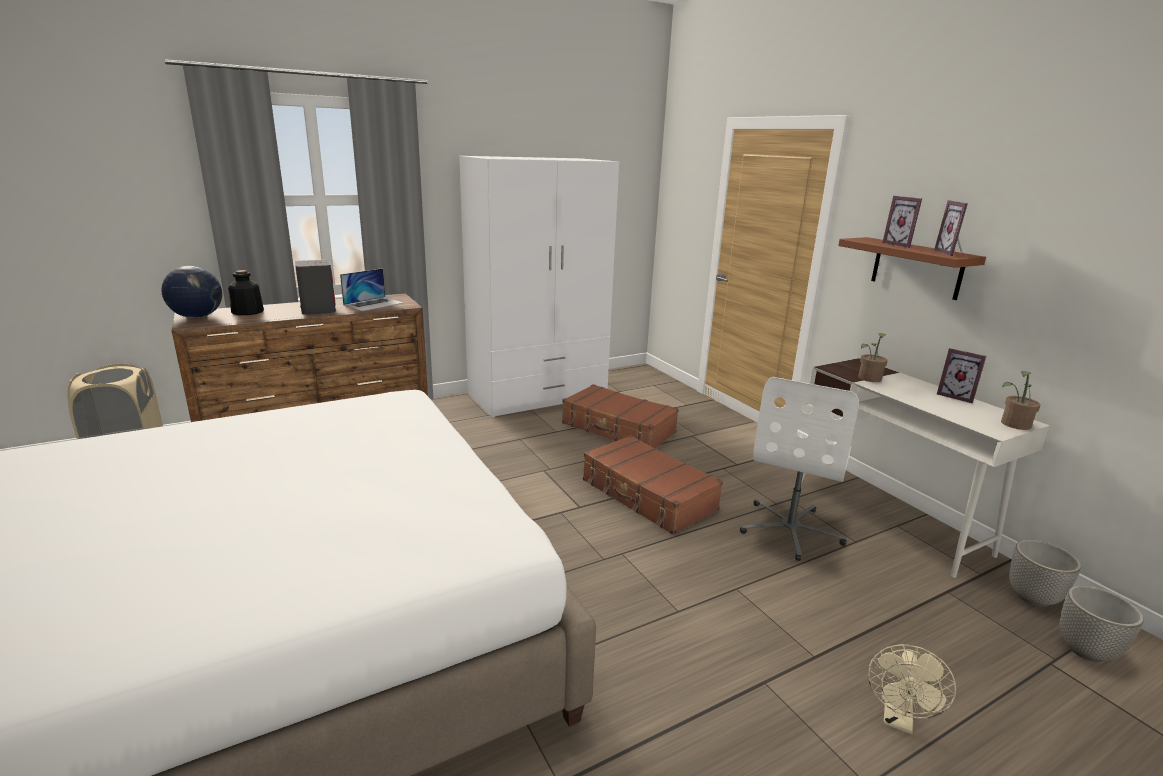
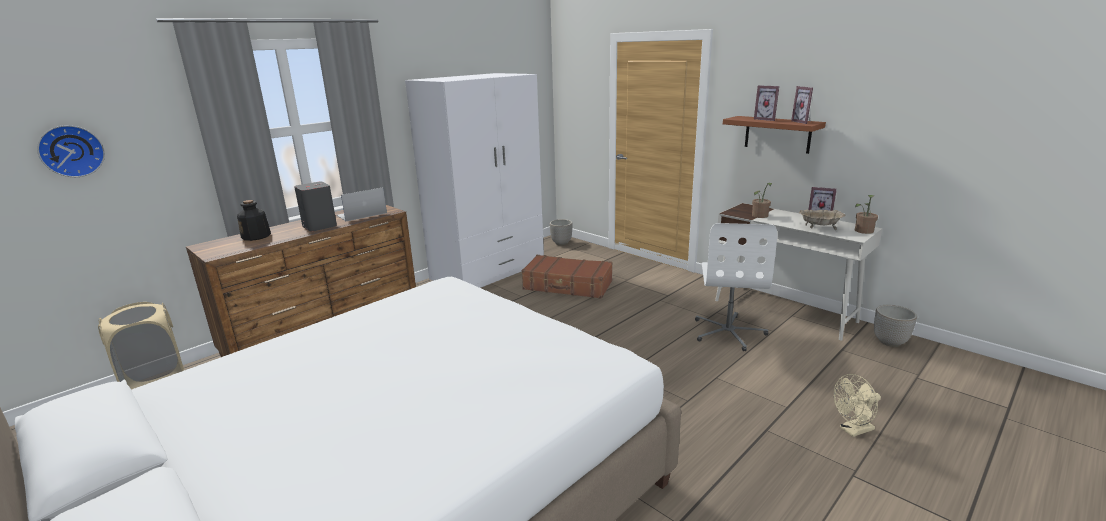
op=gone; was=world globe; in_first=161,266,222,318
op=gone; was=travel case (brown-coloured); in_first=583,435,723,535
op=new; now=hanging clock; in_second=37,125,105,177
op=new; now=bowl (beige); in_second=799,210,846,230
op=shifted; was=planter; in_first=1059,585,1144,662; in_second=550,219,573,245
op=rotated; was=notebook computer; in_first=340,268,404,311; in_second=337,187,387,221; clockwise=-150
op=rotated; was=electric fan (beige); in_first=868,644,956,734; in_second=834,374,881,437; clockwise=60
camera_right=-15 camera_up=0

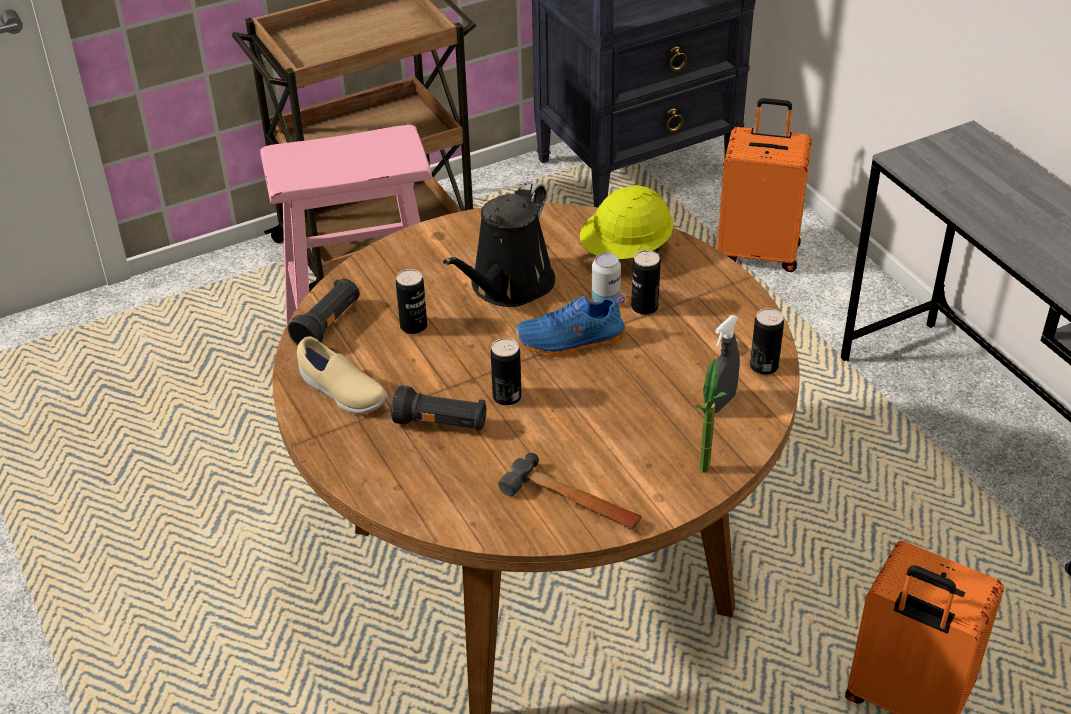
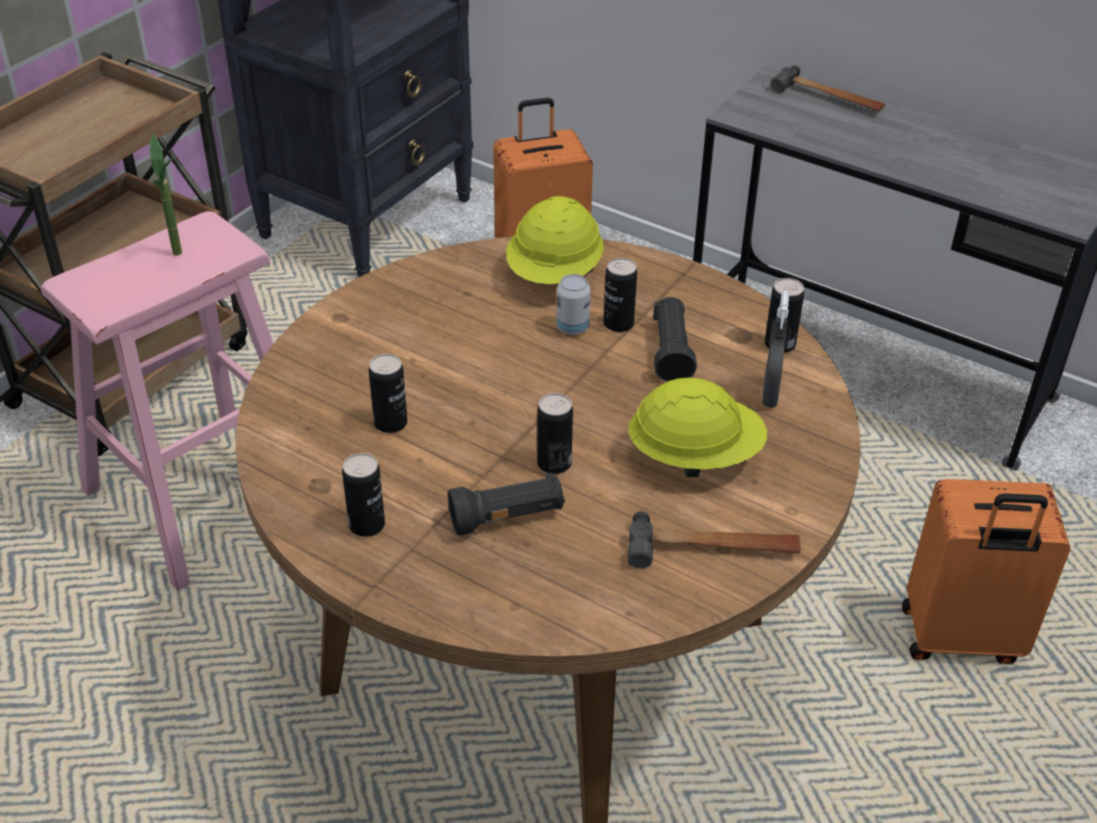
op=gone; was=watering can (blackish); in_first=443,181,555,307
op=gone; was=low shoe (blue); in_first=515,295,626,357
op=new; now=work helmet (yellow-coloured); in_second=628,378,767,477
op=new; now=tool hammer; in_second=770,66,886,111
op=shifted; was=flashlight (blackish); in_first=288,279,360,345; in_second=653,297,697,382
op=shifted; was=houseplant; in_first=695,358,727,473; in_second=149,133,182,256
op=swapped; was=low shoe (beige); now=can; in_first=297,336,387,414; in_second=342,453,385,537
camera_right=-30 camera_up=0

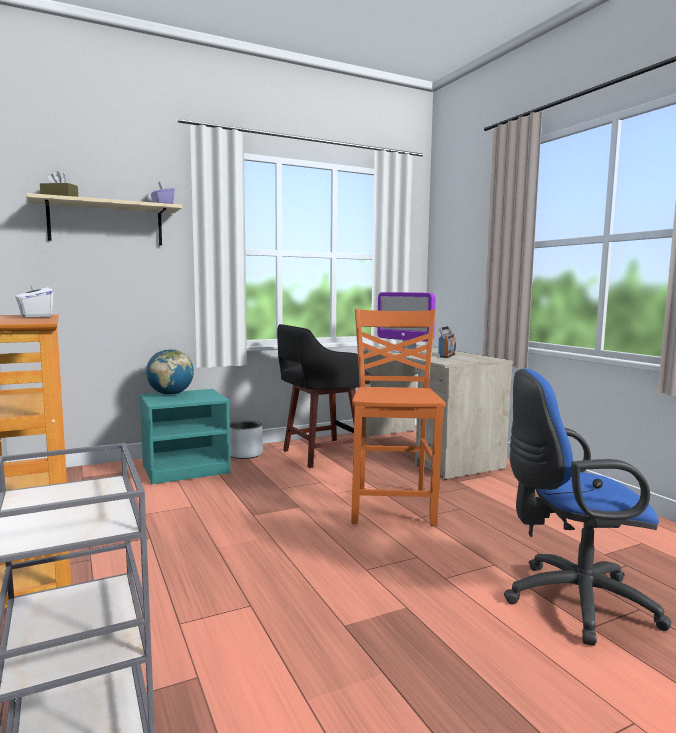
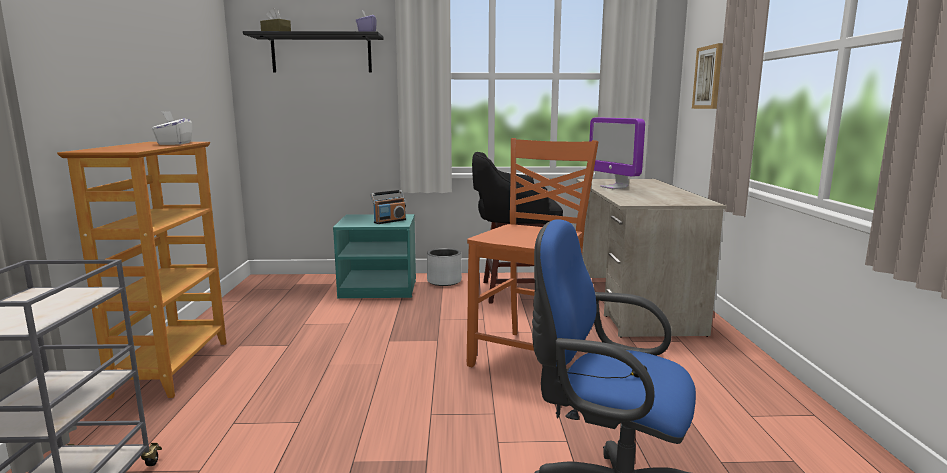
op=gone; was=world globe; in_first=146,349,194,395
op=new; now=wall art; in_second=692,43,723,109
op=shifted; was=radio set; in_first=438,326,456,358; in_second=371,190,406,224
op=repainted; was=shelf (beige); now=shelf (blackish); in_first=26,193,182,245; in_second=243,31,384,73
camera_right=25 camera_up=5

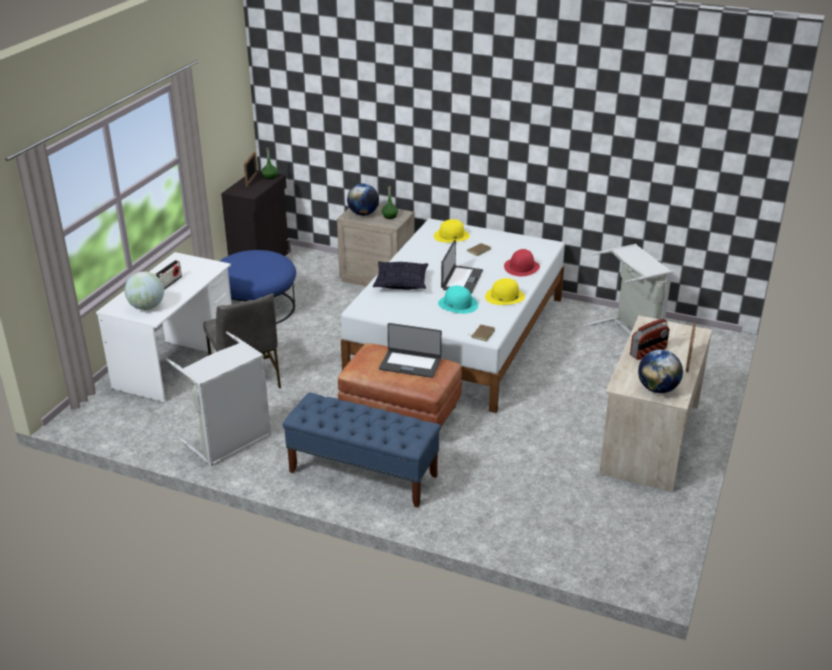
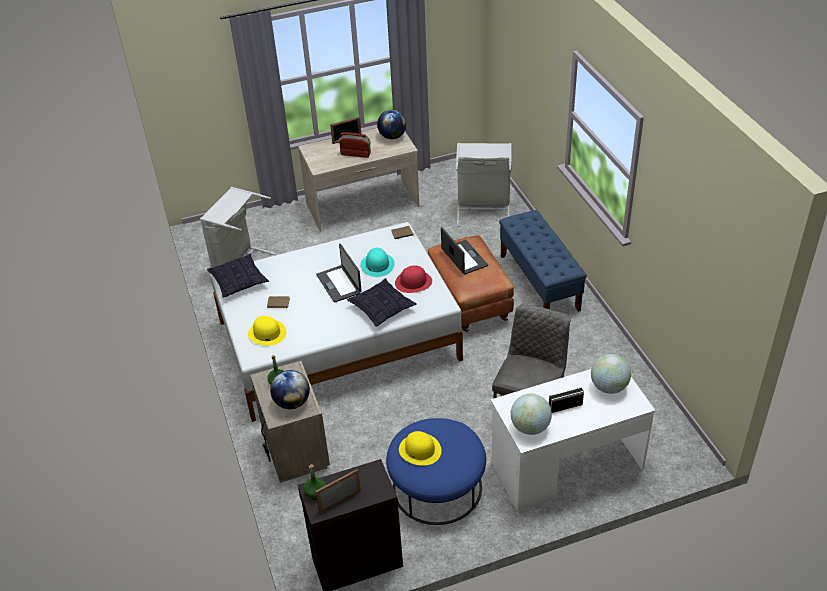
op=new; now=cushion; in_second=207,254,269,298
op=new; now=world globe; in_second=511,394,552,435
op=shifted; was=hamper (greyish); in_first=166,332,271,466; in_second=456,143,512,227
op=shifted; was=wearable hat (yellow-coloured); in_first=485,278,525,305; in_second=399,431,442,466
op=shifted; was=wearable hat (reddish); in_first=504,249,540,276; in_second=395,266,432,293
op=rotated; was=notebook computer; in_first=441,240,483,294; in_second=316,244,362,303; clockwise=-90
camera_right=-130 camera_up=10

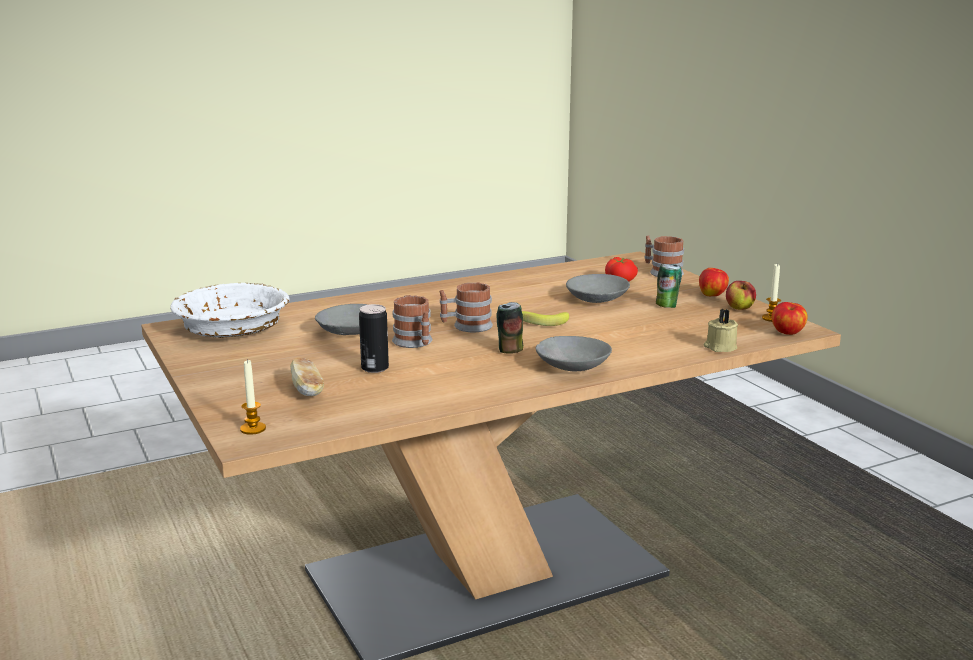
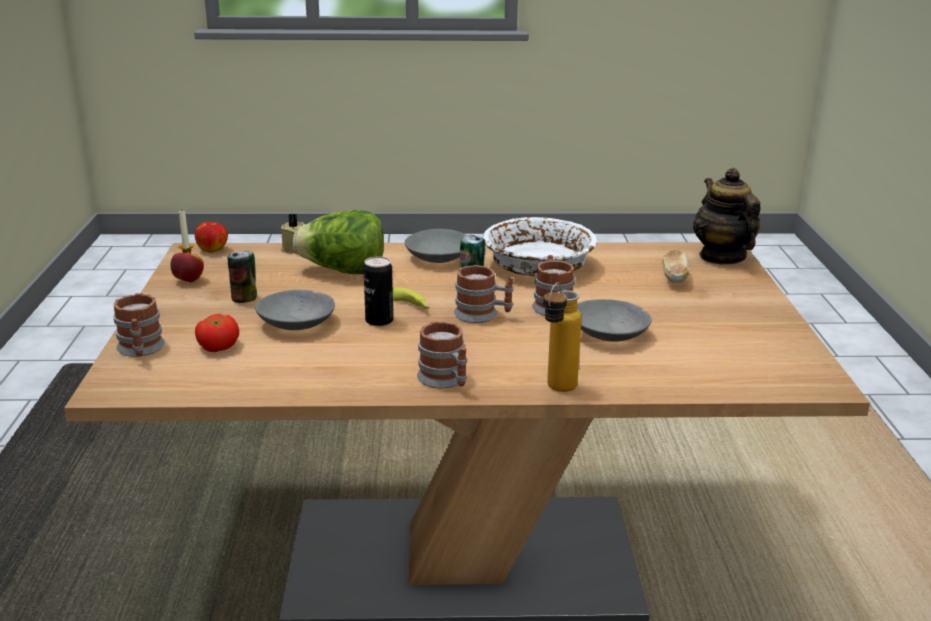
op=gone; was=apple fruit; in_first=699,268,729,296
op=new; now=lettuce; in_second=293,210,384,274
op=new; now=tea mug; in_second=417,321,467,388
op=new; now=beverage bottle; in_second=543,282,582,392
op=shifted; was=bowl (whitish); in_first=170,283,290,338; in_second=483,217,597,276
op=shifted; was=can; in_first=359,304,389,373; in_second=363,257,393,326
op=swapped; was=wax light; now=teapot; in_first=240,360,266,435; in_second=693,168,760,264
camera_right=-155 camera_up=5

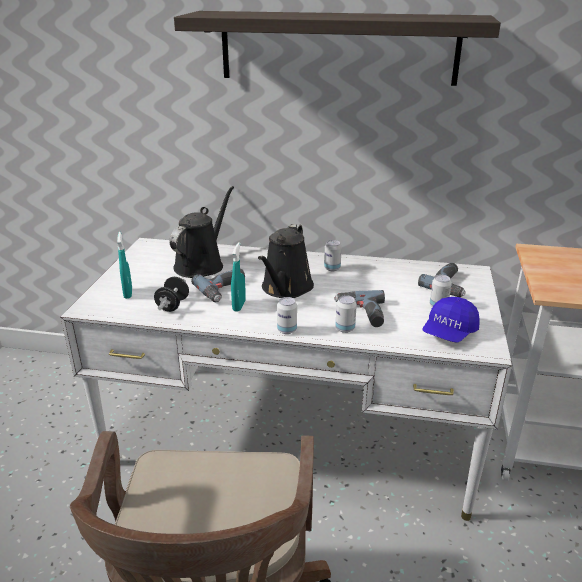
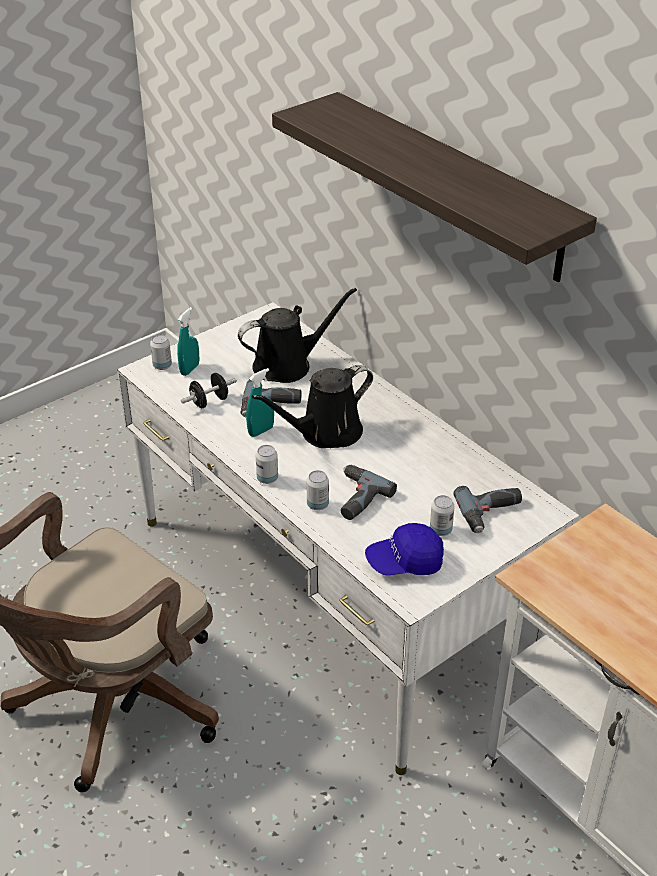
op=shifted; was=can; in_first=324,240,342,271; in_second=150,334,172,370
camera_right=40 camera_up=10

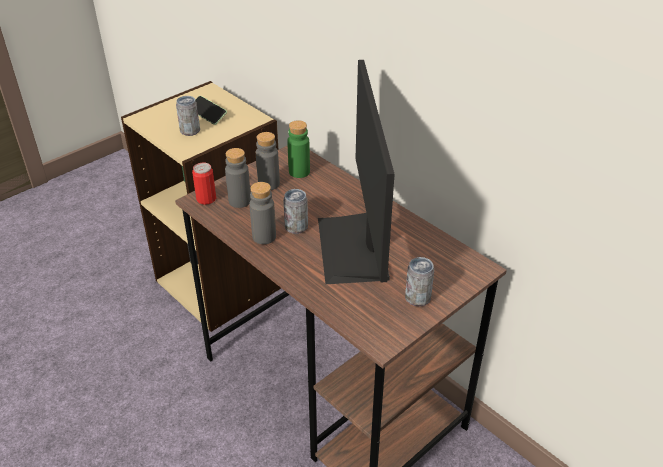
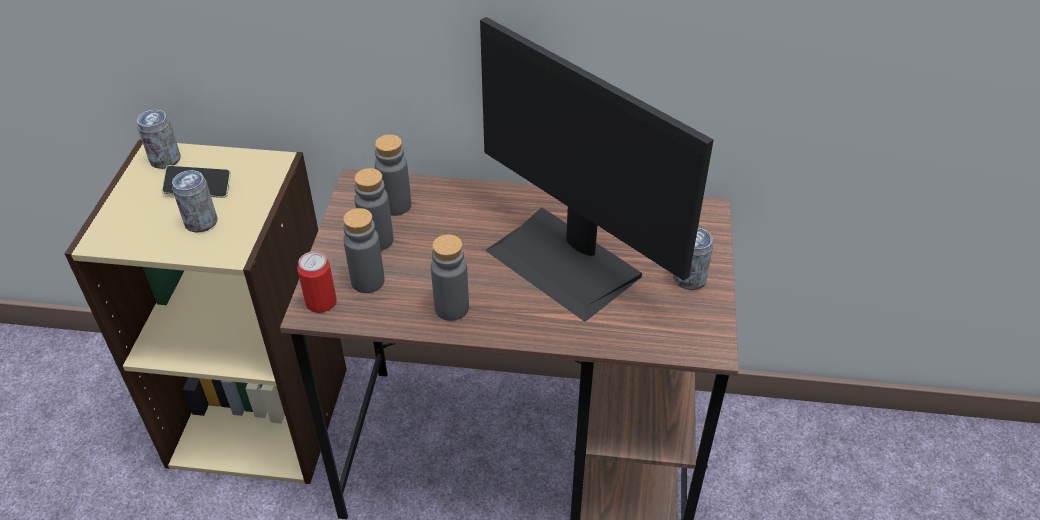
op=shifted; was=can; in_first=283,189,308,234; in_second=137,110,181,169
op=repainted; was=beverage bottle (green); now=beverage bottle (greyish); in_first=287,120,310,178; in_second=375,134,411,216
camera_right=-40 camera_up=5

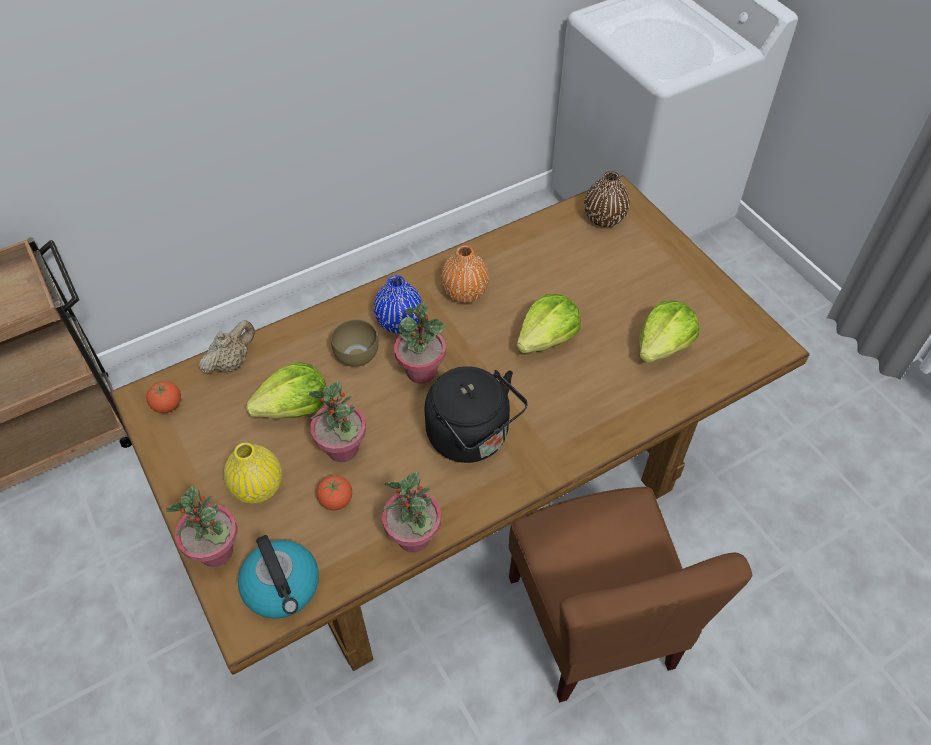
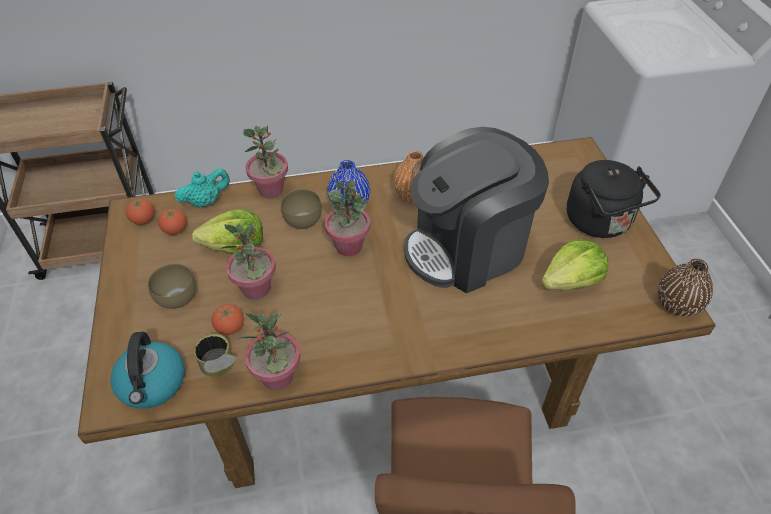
op=new; now=fresh tomato; in_second=158,208,187,235
op=new; now=can; in_second=194,334,236,377
op=shifted; was=houseplant; in_first=166,486,237,567; in_second=243,126,288,198
op=shifted; was=tea kettle (blackish); in_first=424,366,528,463; in_second=567,160,661,238
op=shifted; was=decorative vase (brown-coloured); in_first=584,171,630,227; in_second=658,259,713,316
op=swapped; was=decorative vase (yellow-coloured); now=bowl (brown-coloured); in_first=224,443,282,504; in_second=148,264,196,309
op=swapped; was=lettuce; now=coffee maker; in_first=516,294,581,353; in_second=404,127,549,293
op=repainted; was=teapot (beige); now=teapot (blue-green); in_first=199,320,255,374; in_second=175,168,230,208
camera_right=20 camera_up=-5

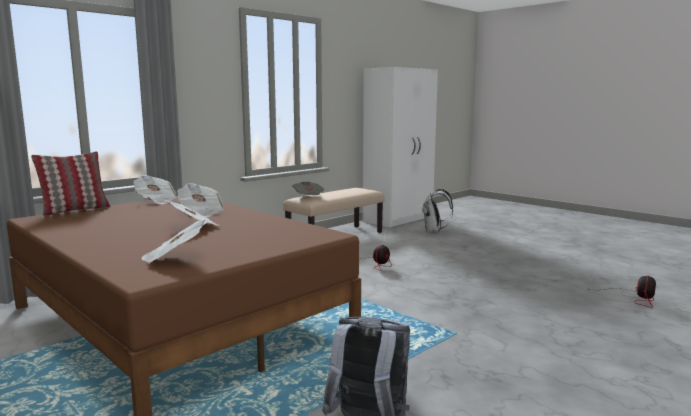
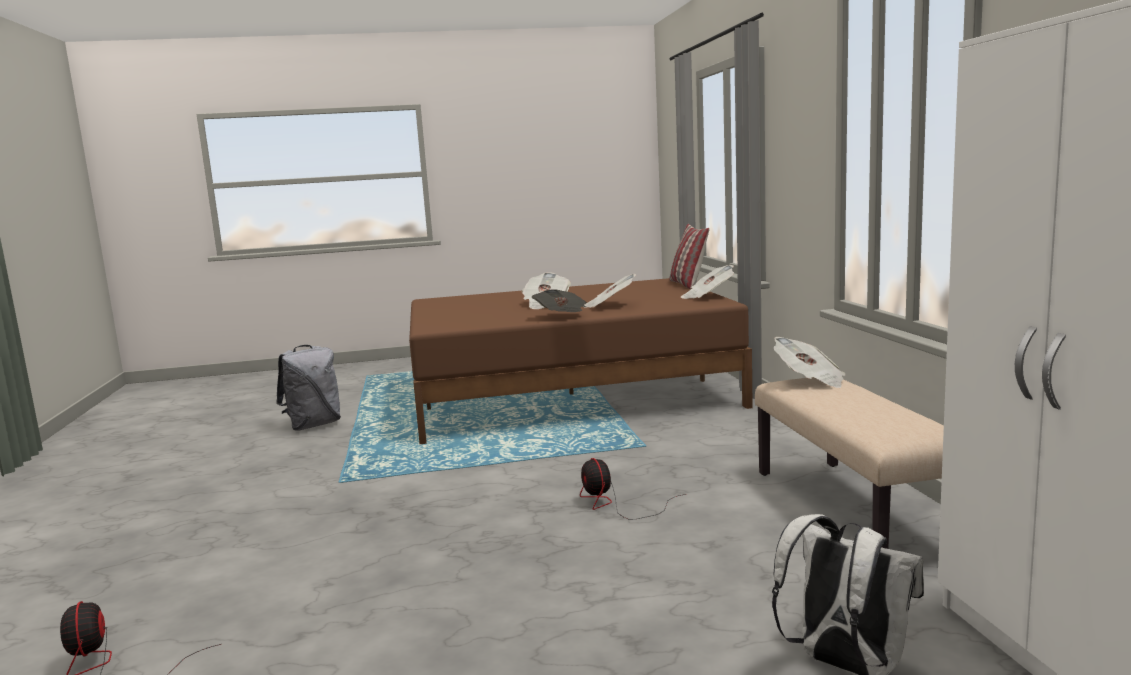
op=shifted; was=newspaper; in_first=142,219,208,263; in_second=532,289,586,312
camera_right=125 camera_up=0

